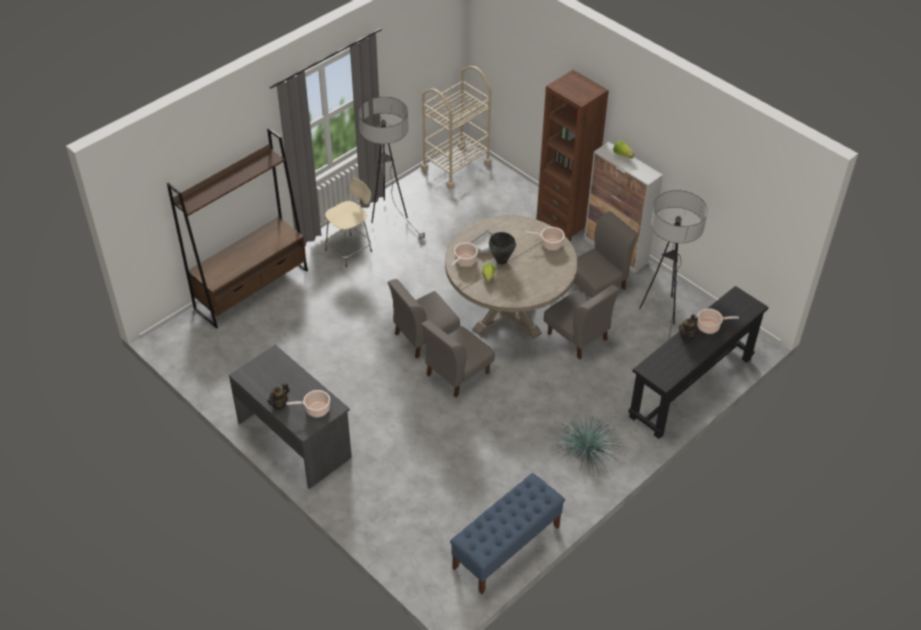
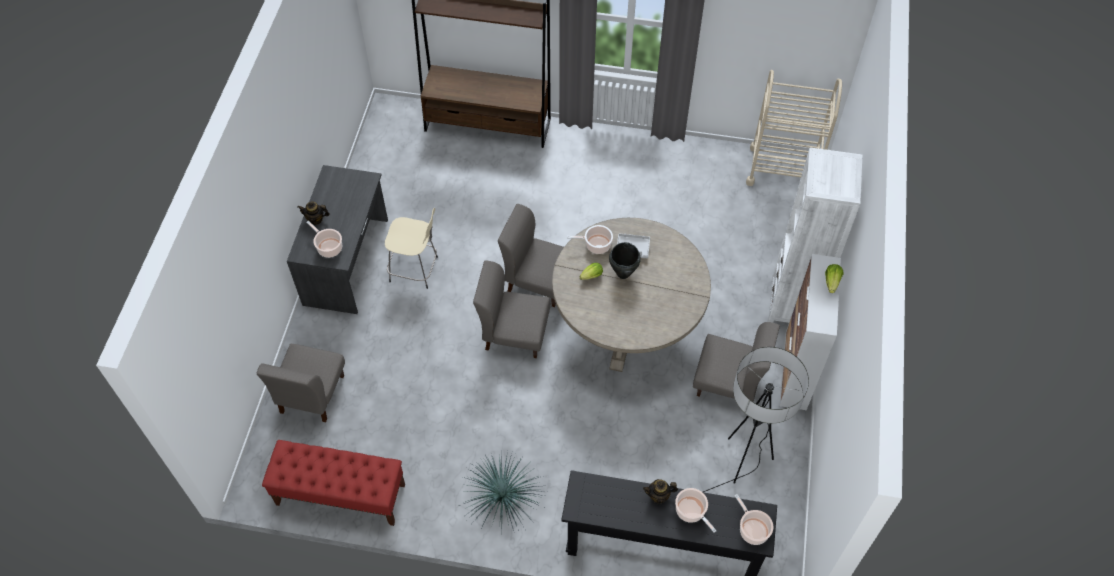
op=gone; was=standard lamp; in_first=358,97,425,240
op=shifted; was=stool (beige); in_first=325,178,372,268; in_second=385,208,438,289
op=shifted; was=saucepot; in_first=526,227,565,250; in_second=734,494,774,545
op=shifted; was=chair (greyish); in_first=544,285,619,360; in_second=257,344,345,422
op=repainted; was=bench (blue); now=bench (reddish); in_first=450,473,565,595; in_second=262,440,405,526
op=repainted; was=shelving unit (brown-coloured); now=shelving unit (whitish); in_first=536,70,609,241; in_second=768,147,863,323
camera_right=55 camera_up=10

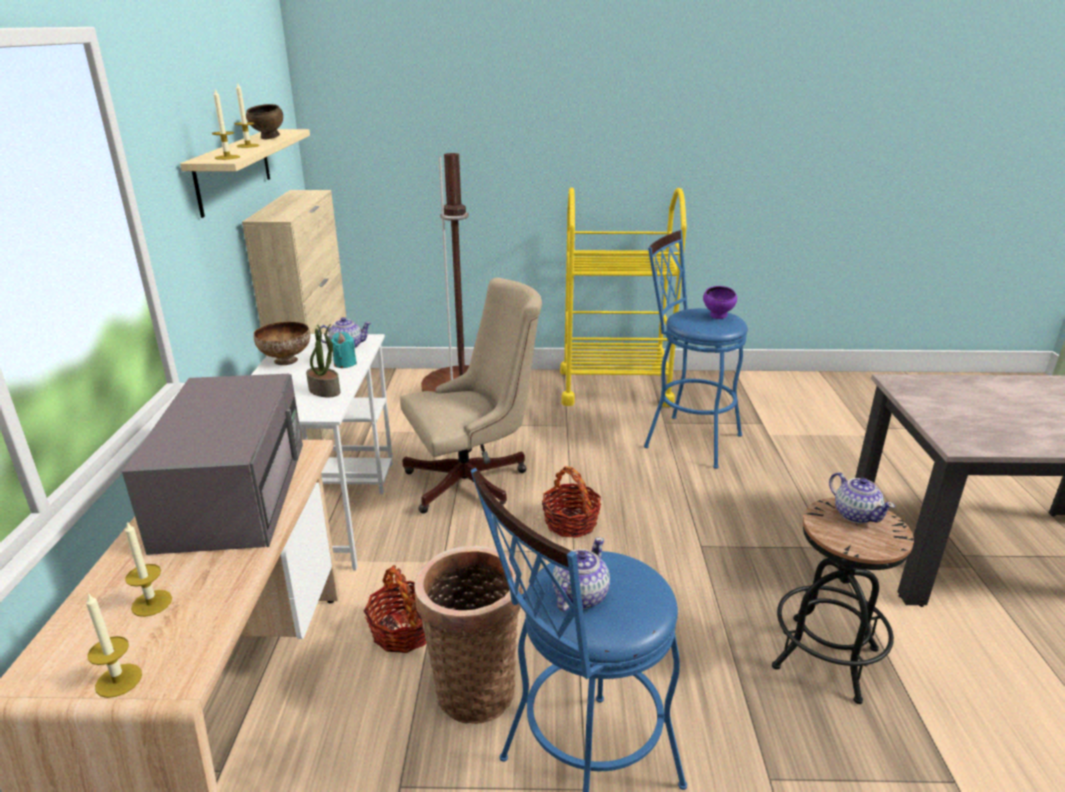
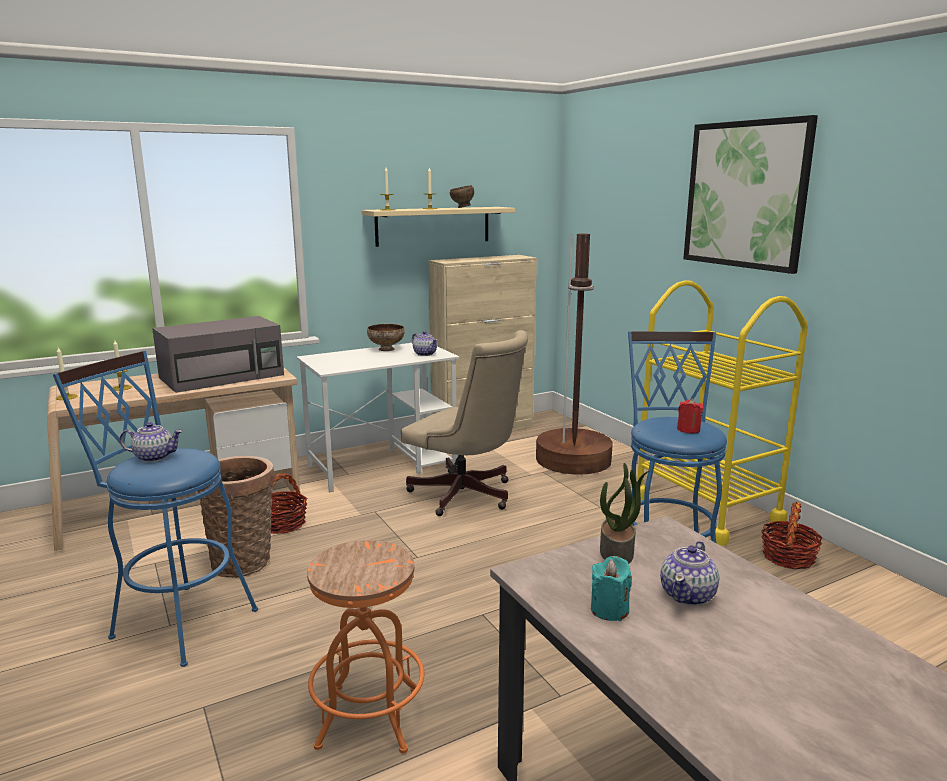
op=new; now=wall art; in_second=683,115,818,274
op=shifted; was=houseplant; in_first=306,324,340,397; in_second=600,463,651,563
op=shifted; was=wax light (blue-green); in_first=331,332,357,368; in_second=591,556,632,621
op=shifted; was=storage basket; in_first=542,466,601,538; in_second=761,502,823,569
op=shifted; was=teapot; in_first=829,472,895,524; in_second=660,541,719,606
op=swapped; was=bowl (purplish); now=wax light (reddish); in_first=703,286,737,319; in_second=677,398,703,433
op=repainted; was=stool (blackish); now=stool (orange); in_first=772,498,914,704; in_second=307,540,424,754
camera_right=60 camera_up=-10

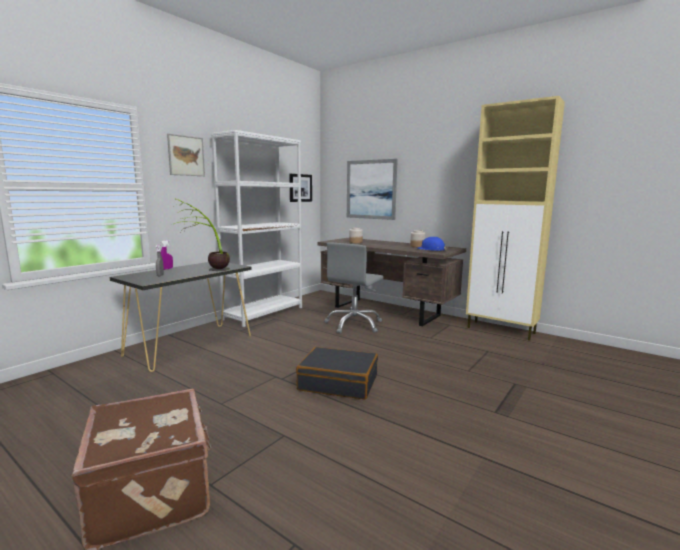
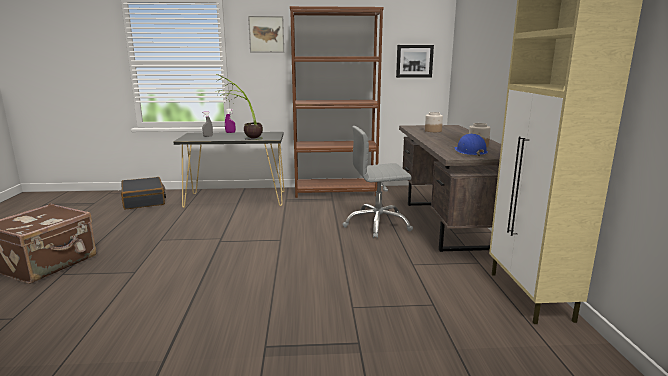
op=gone; was=wall art; in_first=347,159,398,220
op=shifted; was=travel case (blackish); in_first=296,347,378,399; in_second=121,177,166,210
op=repainted; was=shelving unit (whitish); now=shelving unit (brown-coloured); in_first=211,130,302,327; in_second=290,6,384,198
camera_right=50 camera_up=5

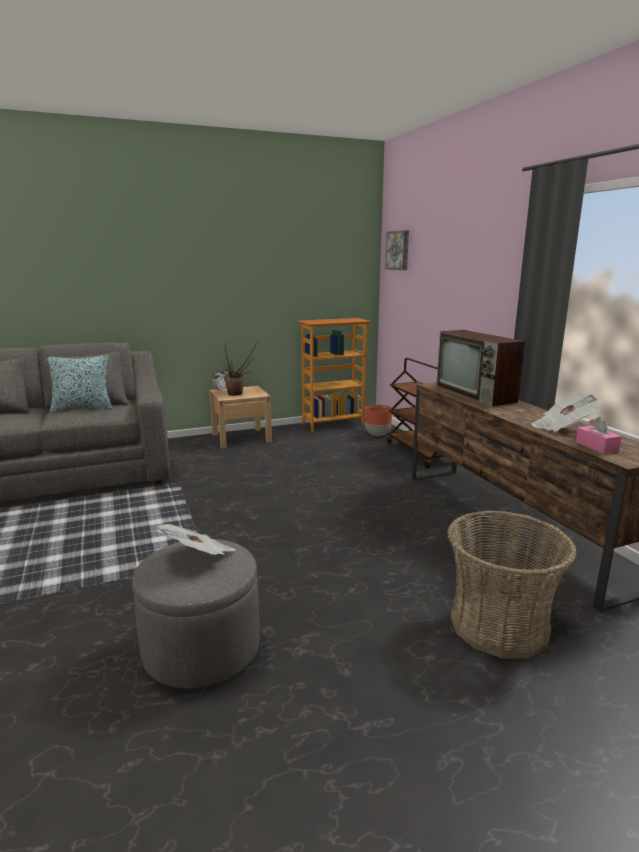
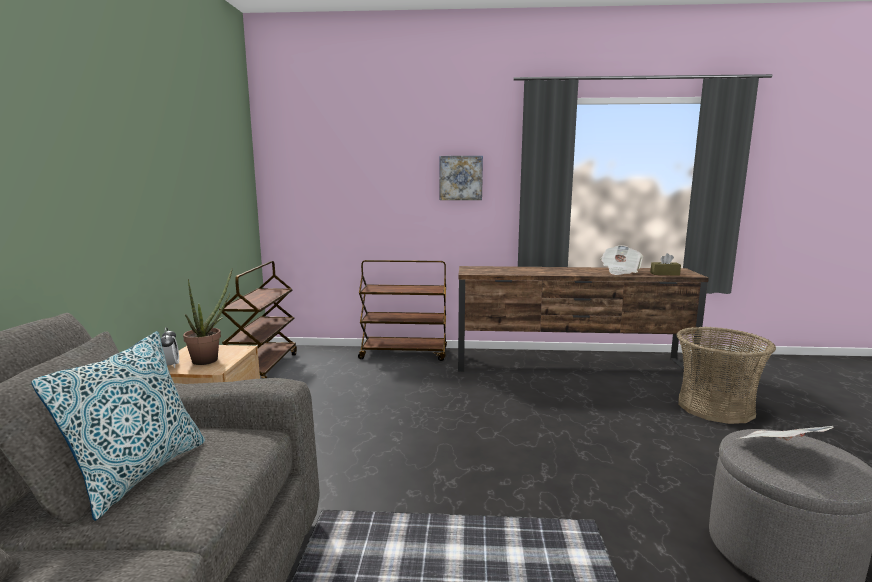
op=gone; was=planter (brown-coloured); in_first=365,405,392,436
op=gone; was=TV; in_first=436,330,525,406
op=shifted; was=wall art; in_first=385,230,409,270; in_second=440,156,483,200
op=swapped; was=shelving unit; now=cart (brown-coloured); in_first=297,318,371,432; in_second=219,261,297,379
op=repainted; was=tissue holder (pink-coloured); now=tissue holder (brown-coloured); in_first=576,417,622,454; in_second=650,253,681,276
camera_right=-65 camera_up=-5

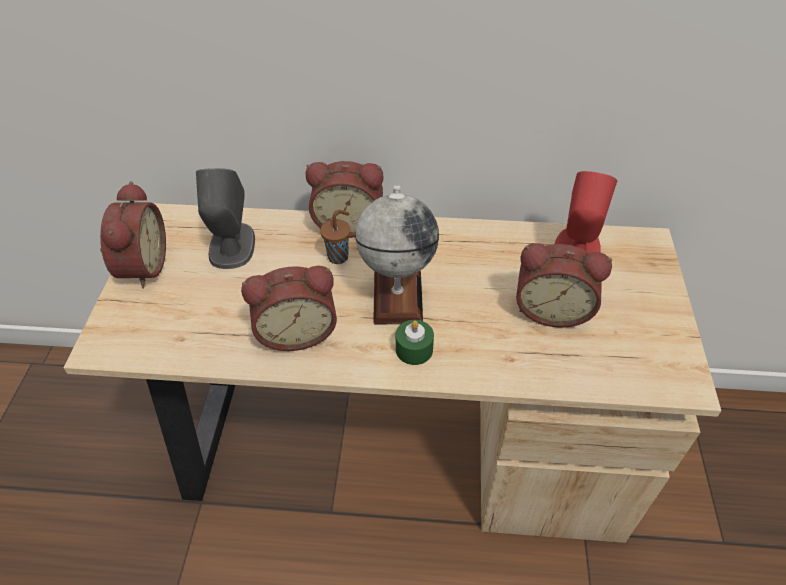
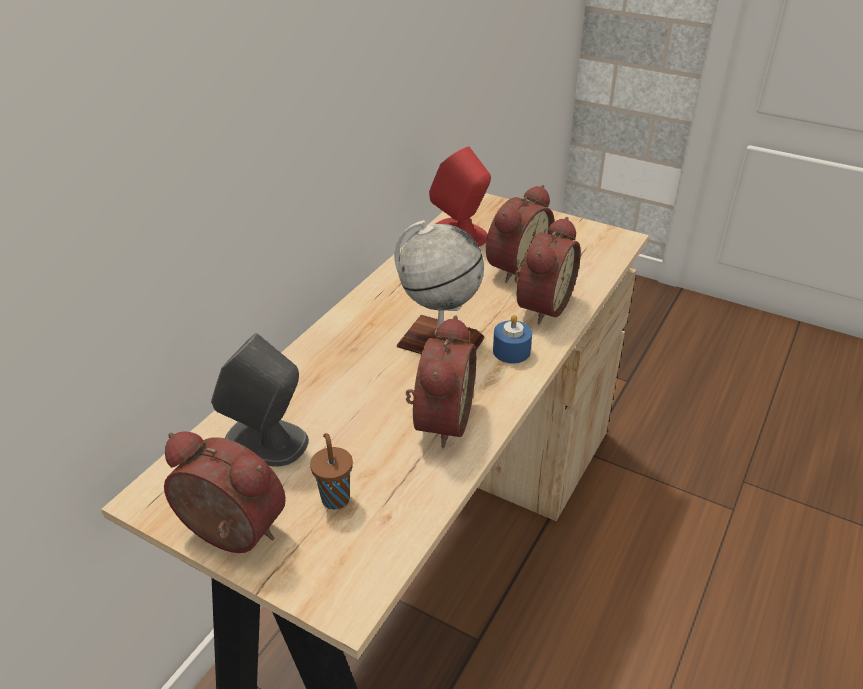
op=shifted; was=alarm clock; in_first=306,161,384,238; in_second=514,217,581,325
op=shifted; was=drinking cup (brown-coloured); in_first=320,210,351,264; in_second=310,433,353,510
op=repainted; was=wax light (green); now=wax light (blue); in_first=396,320,434,365; in_second=493,315,532,363
camera_right=-65 camera_up=-10

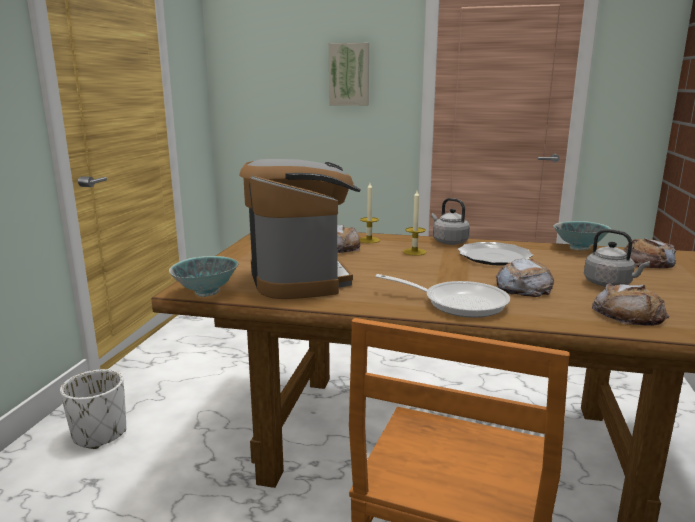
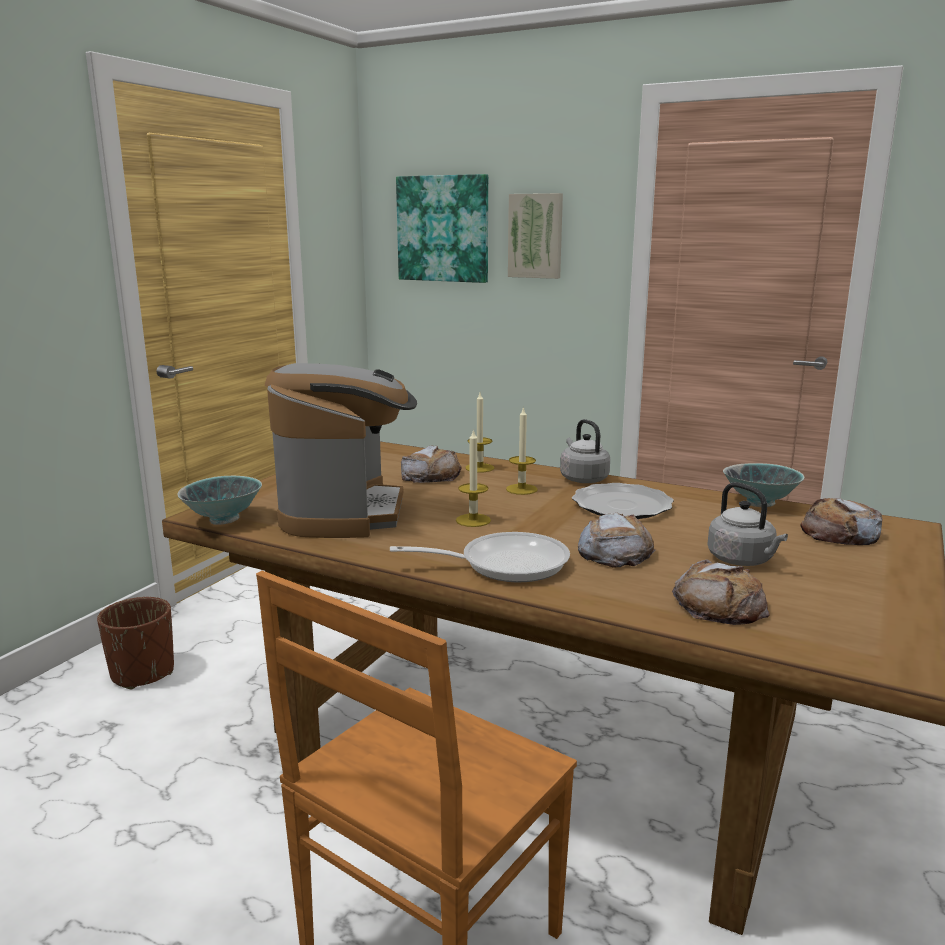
op=new; now=wall art; in_second=396,174,488,283
op=new; now=wax light; in_second=456,429,491,527
op=repainted; was=planter (whitish); now=planter (brown-coloured); in_first=60,369,126,449; in_second=97,597,174,689
op=rotated; was=frying pan; in_first=375,274,510,318; in_second=390,532,570,582; clockwise=-45
camera_right=15 camera_up=0

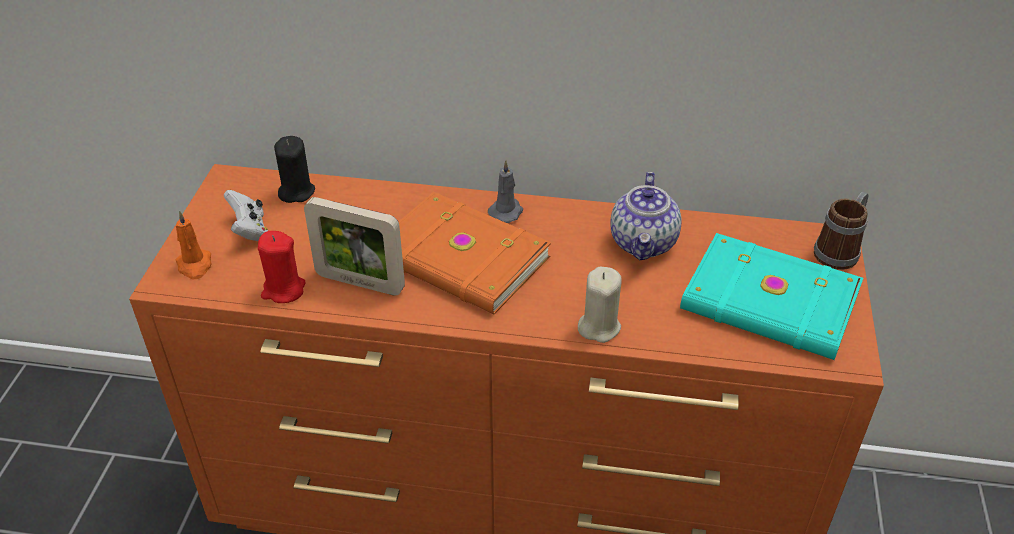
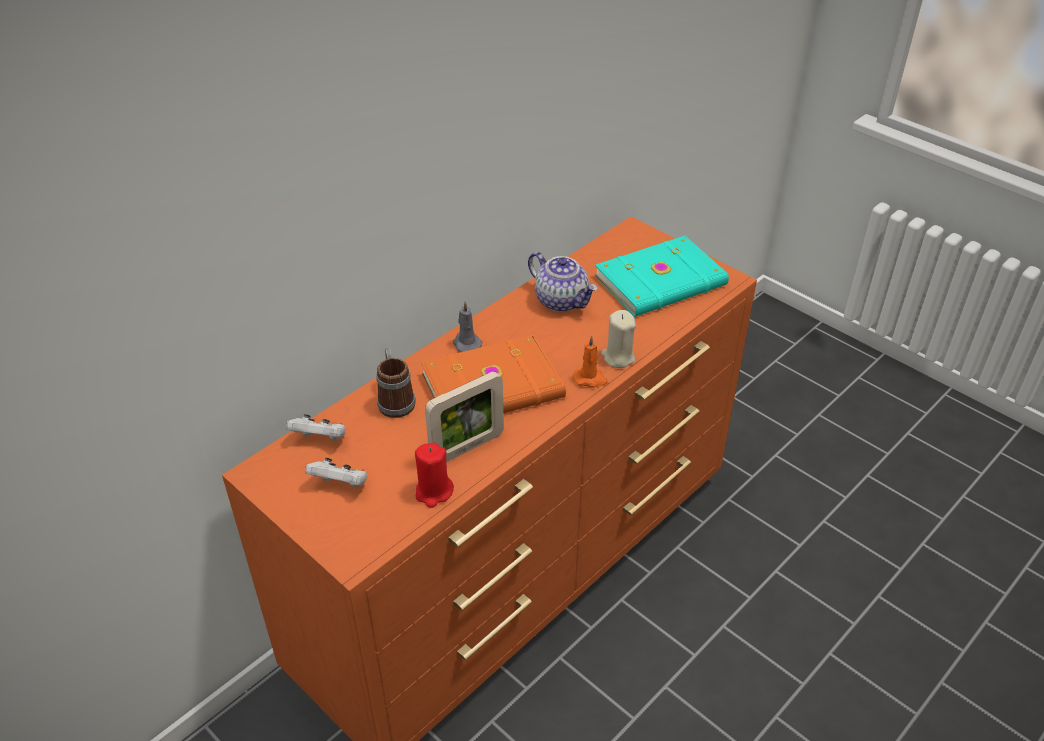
op=shifted; was=wax light (orange); in_first=175,211,212,279; in_second=573,336,608,388
op=shifted; was=tea mug; in_first=814,192,868,270; in_second=376,348,415,418
op=swapped; was=wax light (blackish); now=gamepad (whitish); in_first=274,136,315,203; in_second=286,414,346,441
camera_right=-55 camera_up=0

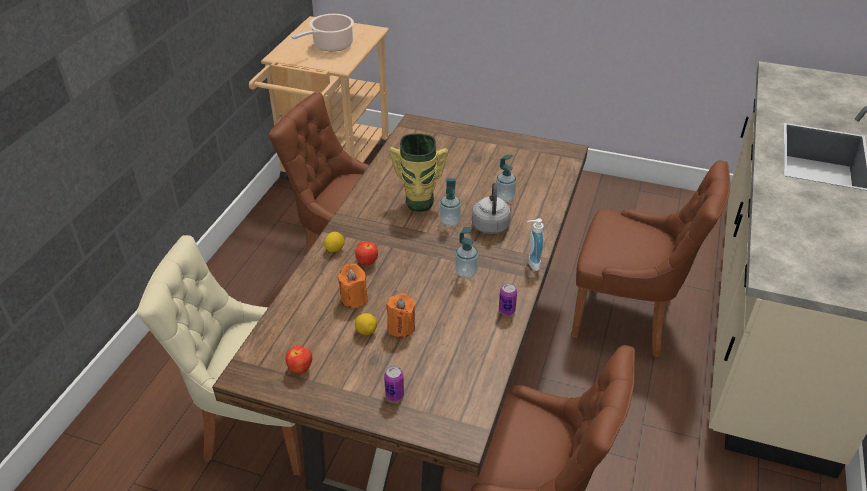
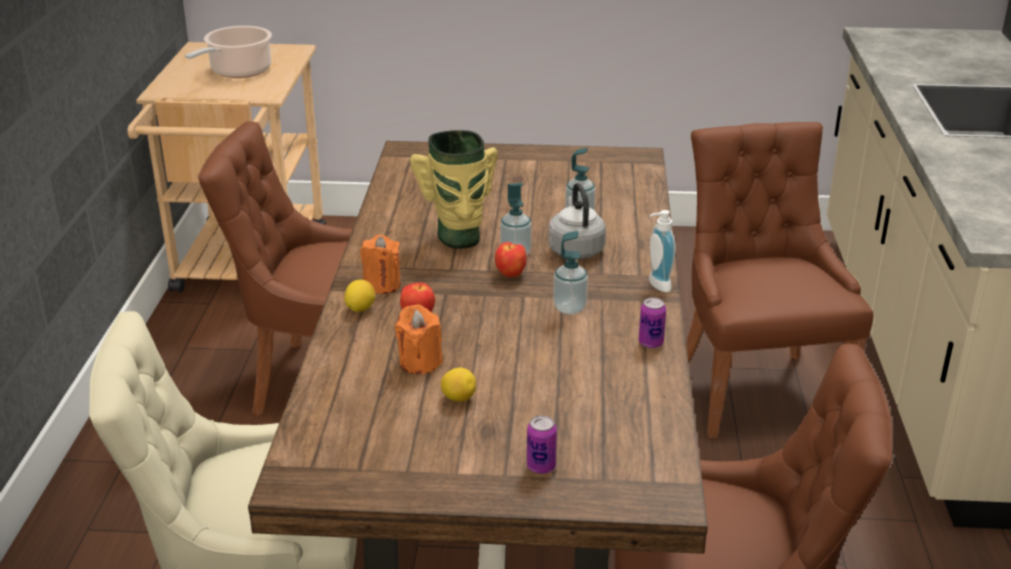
op=shifted; was=apple fruit; in_first=286,345,312,374; in_second=495,242,527,277
op=shifted; was=wax light (orange); in_first=386,293,415,337; in_second=360,235,401,294
op=rotated; was=chair (brown-coloured); in_first=571,160,730,358; in_second=686,122,874,438; clockwise=-105
camera_right=-15 camera_up=-10

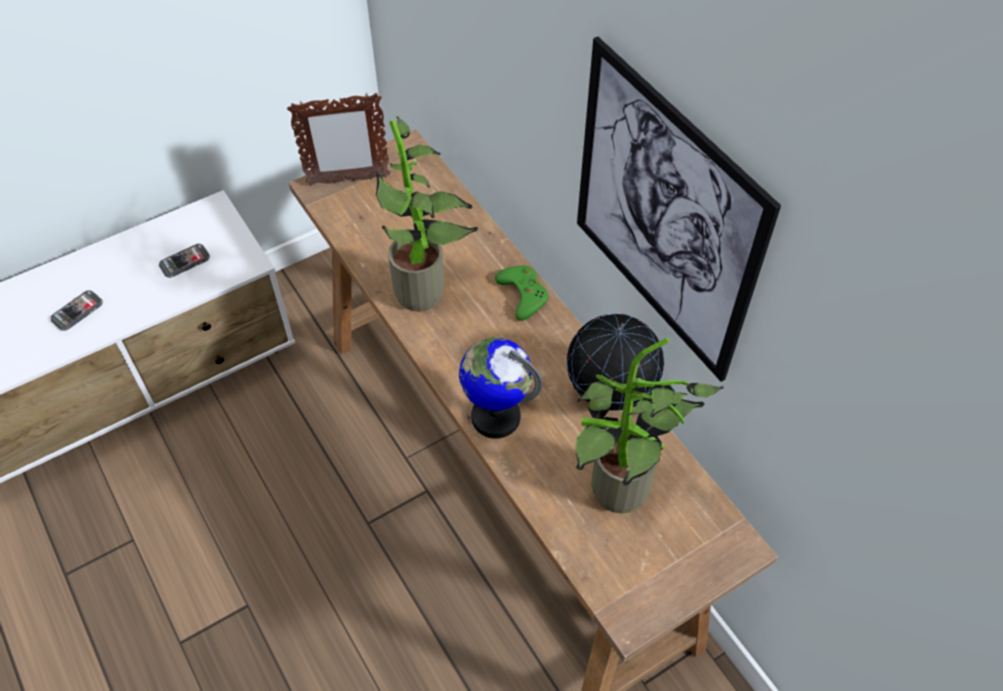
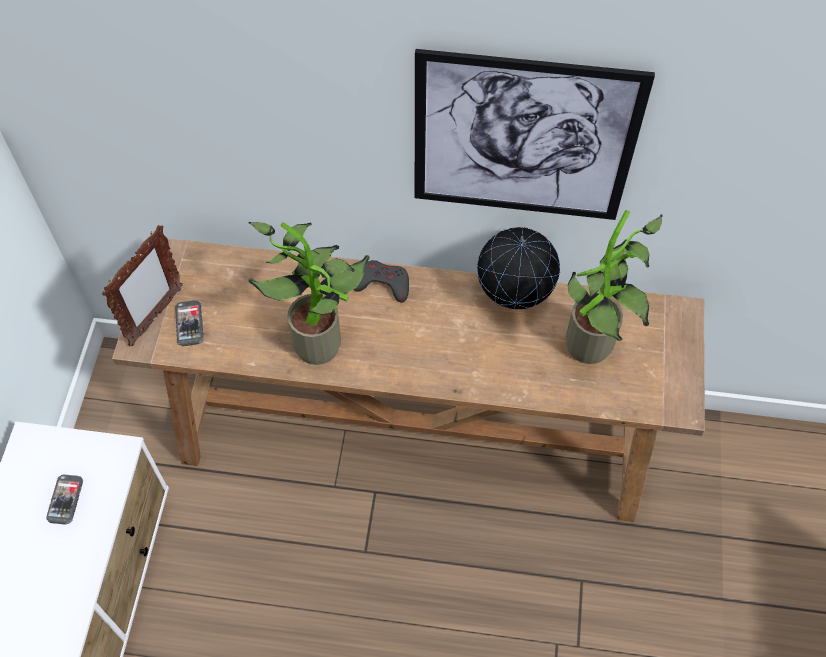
op=gone; was=world globe; in_first=459,338,542,439
op=shifted; was=telephone; in_first=51,290,103,331; in_second=175,300,204,346
op=repainted; was=gamepad (green); now=gamepad (greyish); in_first=495,266,548,321; in_second=353,260,409,302
camera_right=-50 camera_up=5

